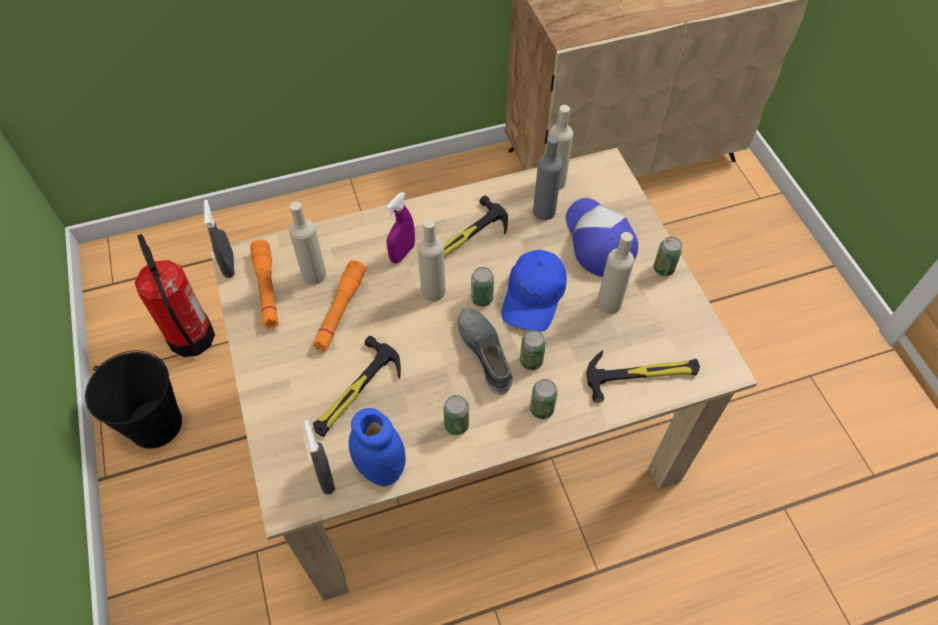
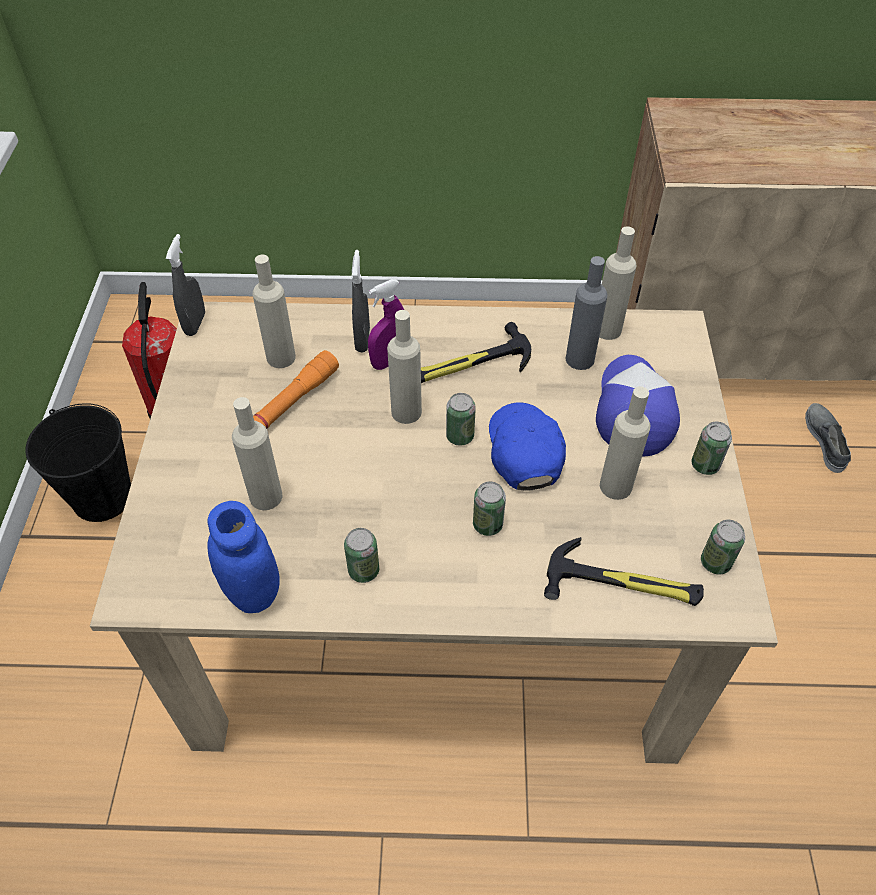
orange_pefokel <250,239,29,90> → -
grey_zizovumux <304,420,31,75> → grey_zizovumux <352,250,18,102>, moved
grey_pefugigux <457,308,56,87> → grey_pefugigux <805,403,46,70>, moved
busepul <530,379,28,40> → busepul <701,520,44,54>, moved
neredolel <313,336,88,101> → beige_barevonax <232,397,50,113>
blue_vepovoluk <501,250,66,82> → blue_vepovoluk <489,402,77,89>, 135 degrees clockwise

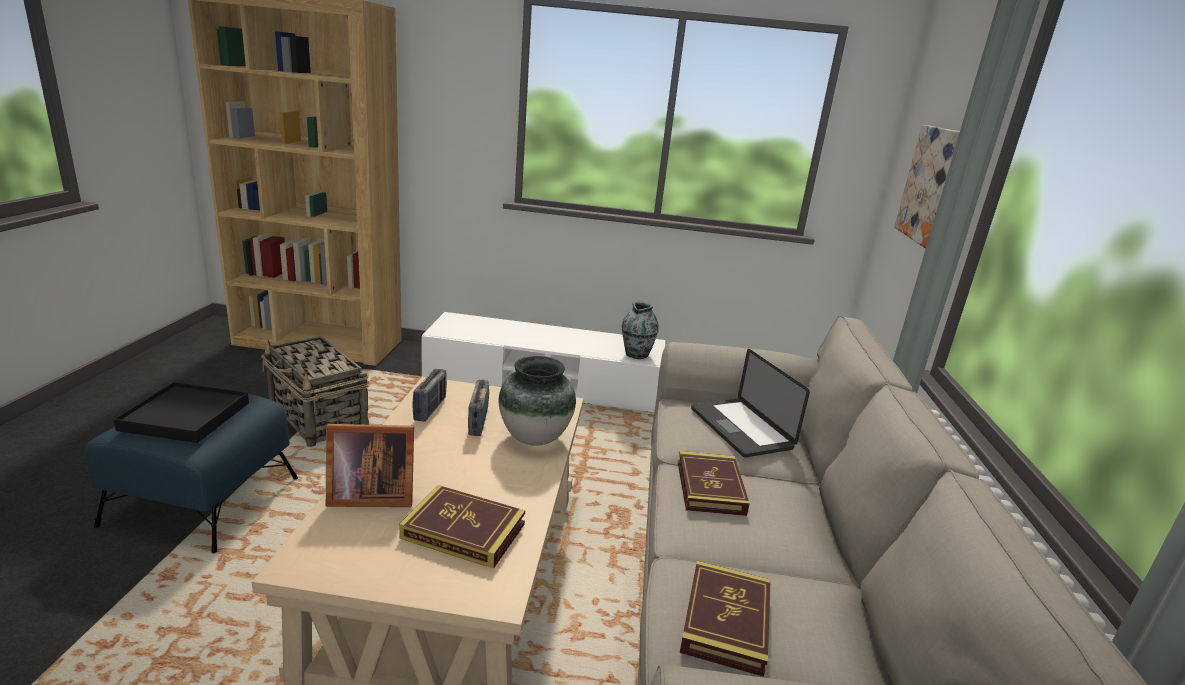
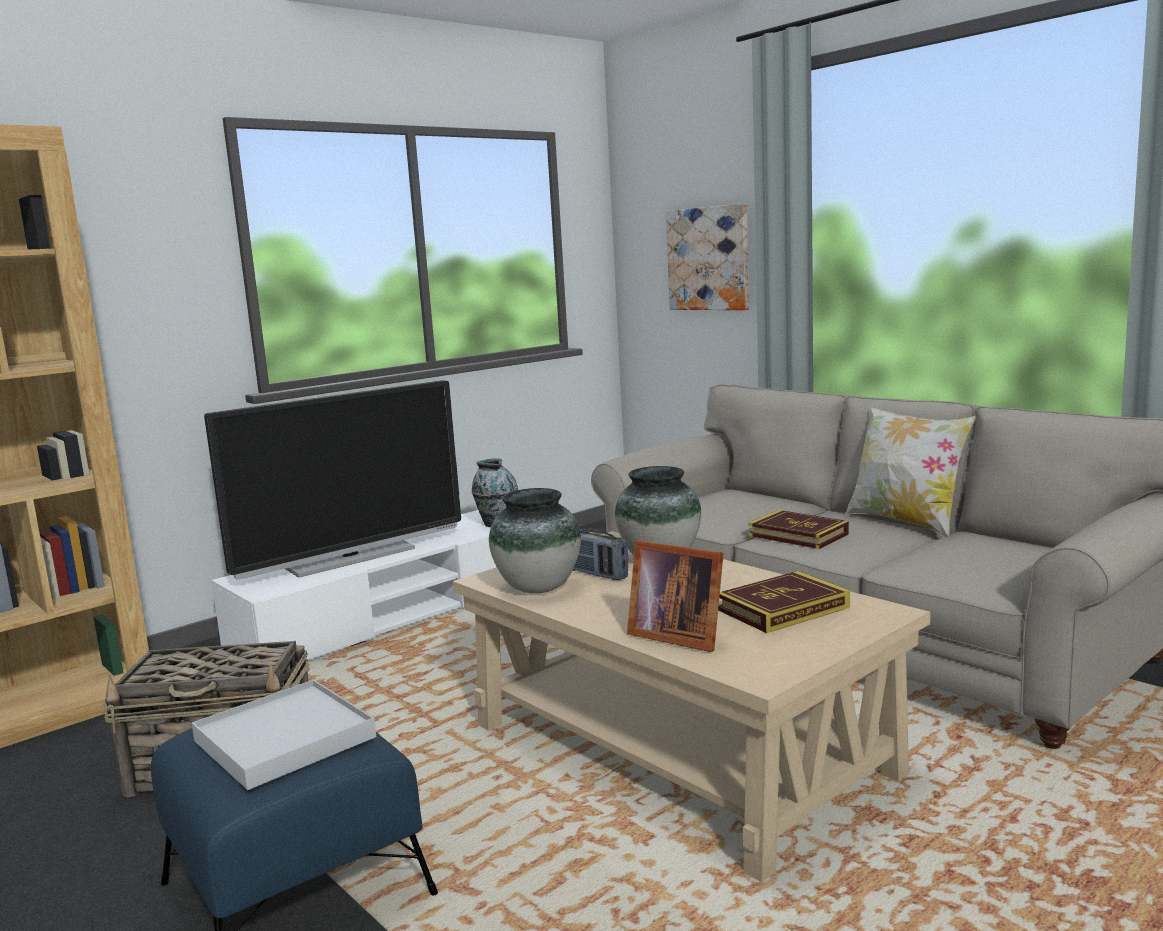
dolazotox <679,561,92,116> → -
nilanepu <691,349,119,108> → -
- → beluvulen <204,380,257,200>
- → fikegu <845,407,131,131>
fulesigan <412,369,35,53> → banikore <489,488,92,106>
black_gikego <113,382,136,61> → white_gikego <192,680,184,110>
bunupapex <326,424,88,83> → bunupapex <627,540,97,112>, 90 degrees clockwise

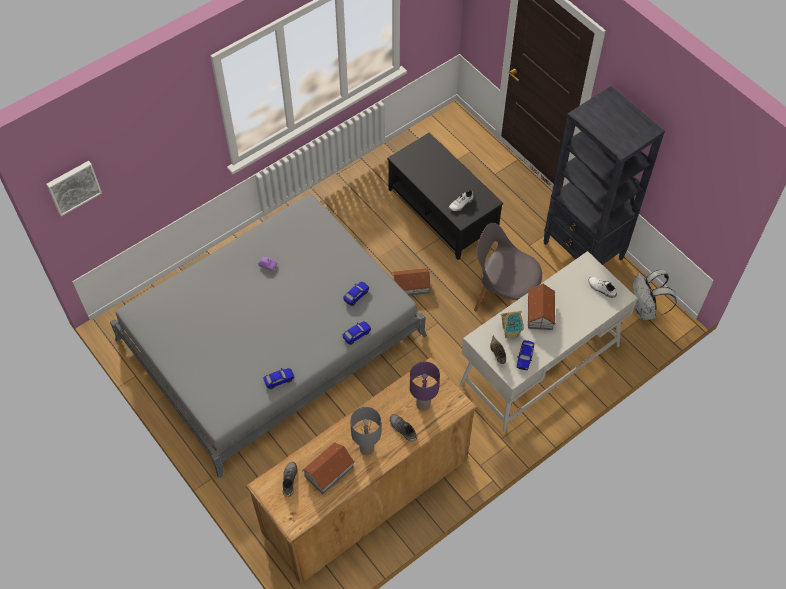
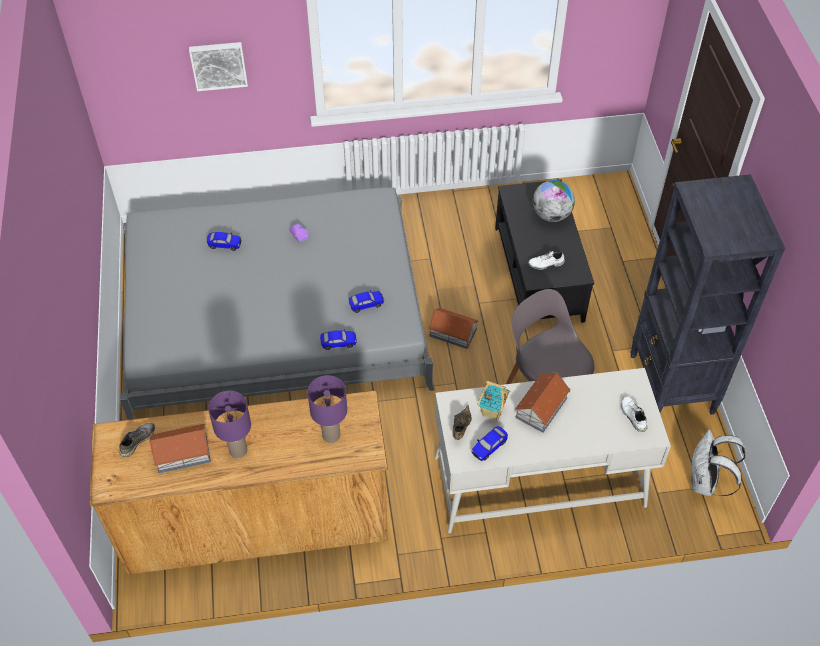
grey_pefugigux <390,414,27,28> → -
- → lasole <533,180,42,42>
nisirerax <46,161,56,55> → nisirerax <189,42,59,49>, moved
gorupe <263,368,31,21> → gorupe <207,232,34,19>, moved
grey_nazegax <350,407,31,49> → purple_nazegax <208,391,43,67>

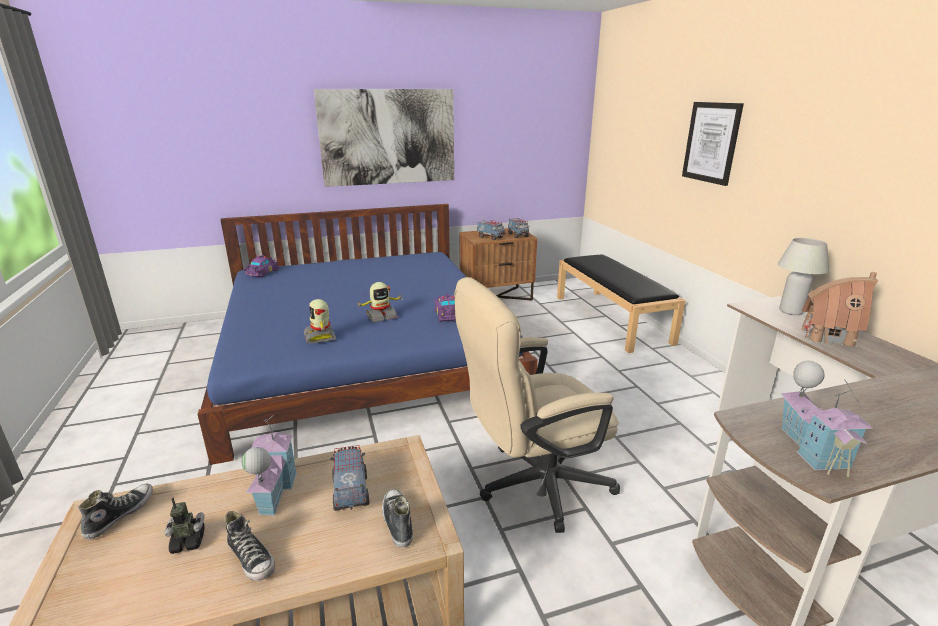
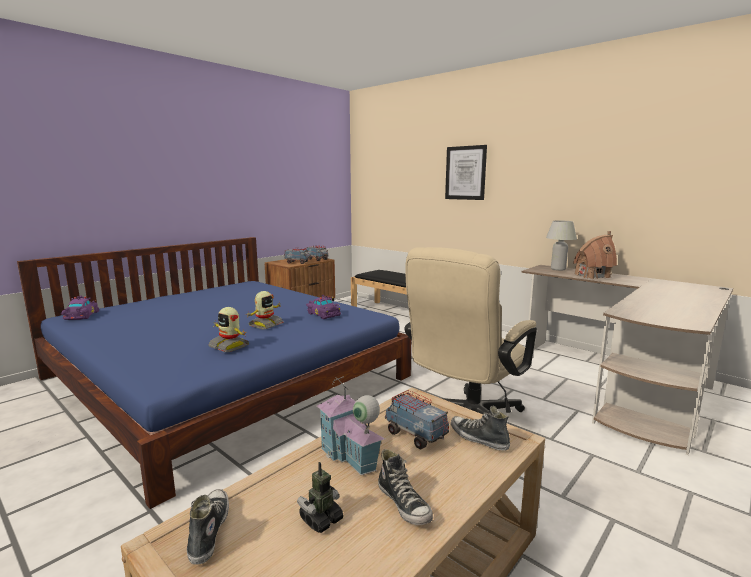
nisirerax <314,89,140,98> → -
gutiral <780,361,94,116> → -
pefugigux <225,511,50,70> → pefugigux <378,449,55,76>, 45 degrees clockwise

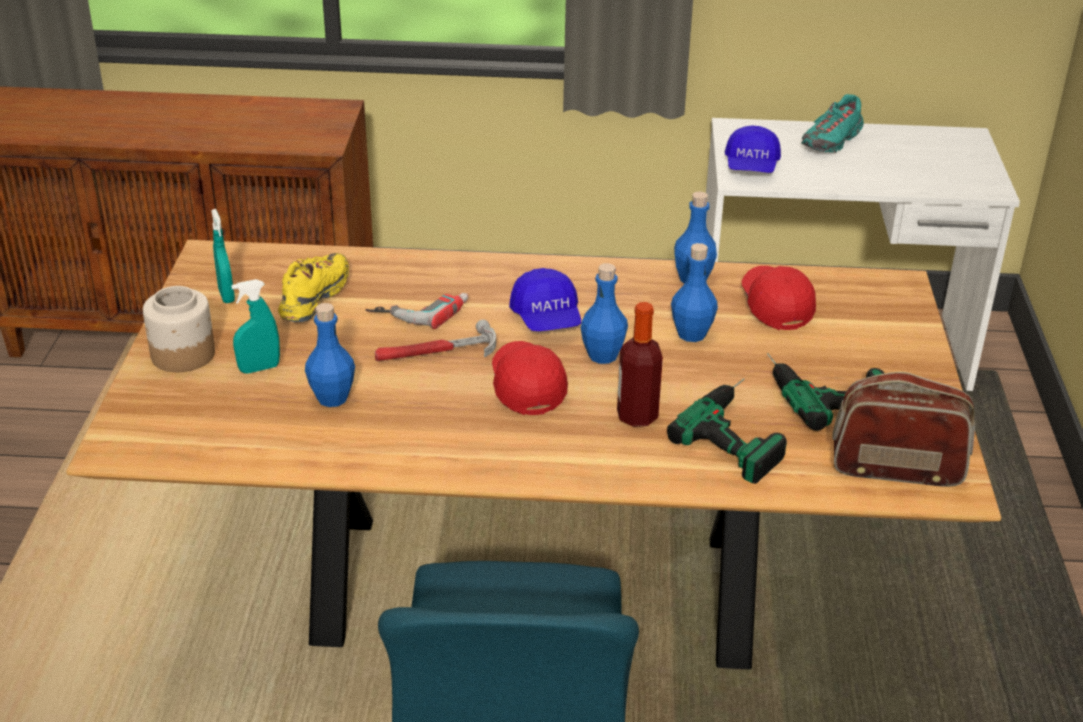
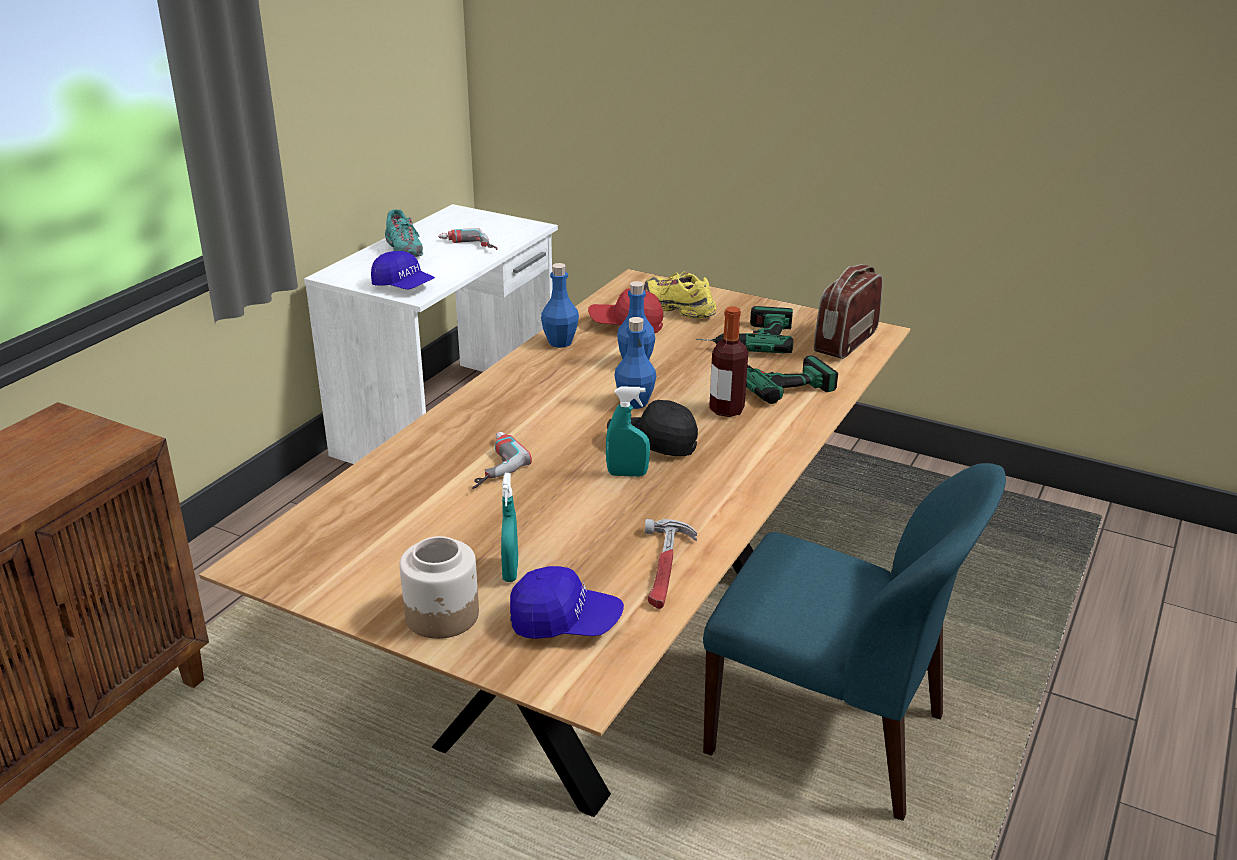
blue_barevonax <305,303,50,104> → -
- → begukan <438,228,60,22>
turquoise_zizovumux <211,209,24,94> → turquoise_zizovumux <606,387,44,90>, moved
yellow_pefugigux <278,253,71,69> → yellow_pefugigux <644,271,72,47>, moved
neredolel <375,320,121,41> → neredolel <645,519,52,90>, moved
blue_vepovoluk <509,268,72,63> → blue_vepovoluk <510,566,114,73>, moved
red_vepovoluk <492,341,76,74> → black_vepovoluk <607,400,91,56>

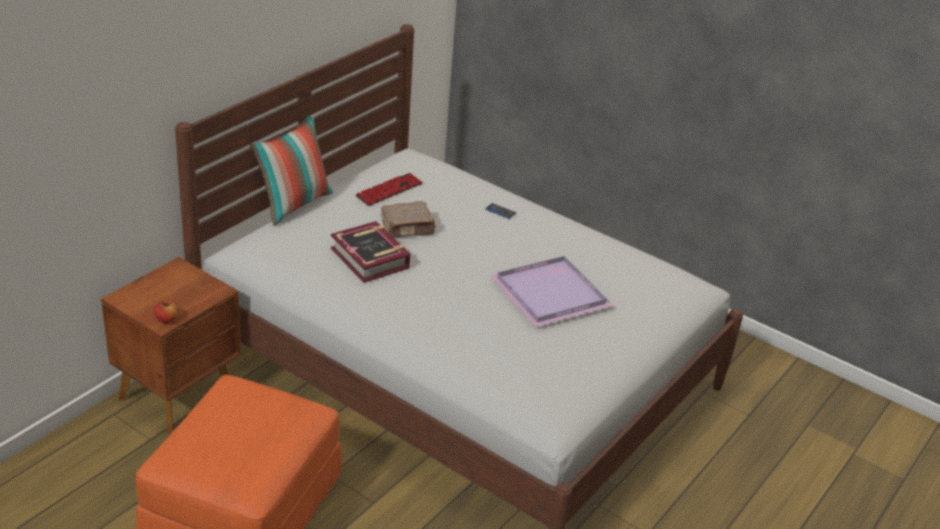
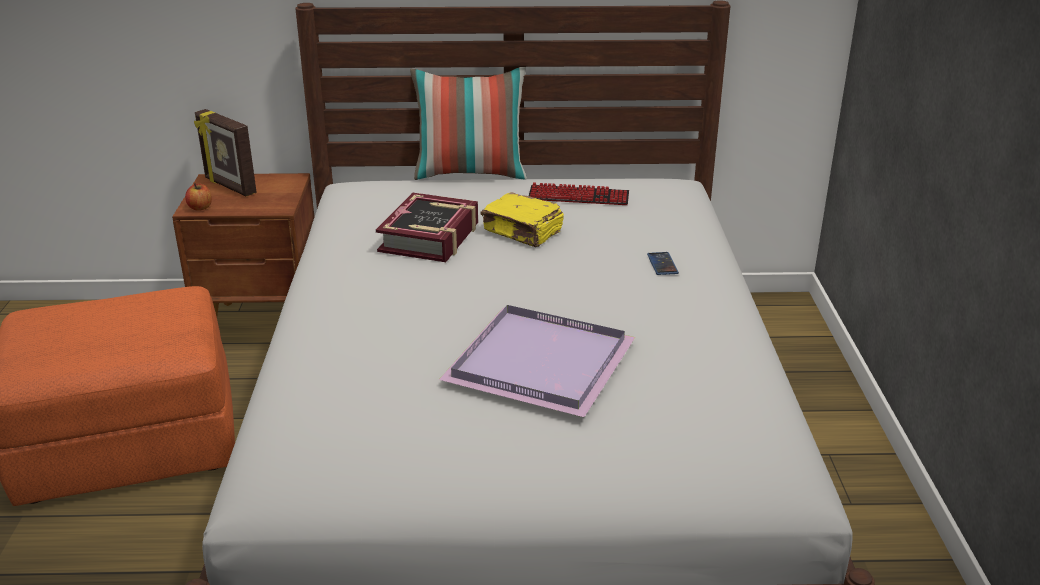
- → bunupapex <194,109,63,87>
brown_dolazotox <381,201,55,36> → yellow_dolazotox <481,192,83,55>

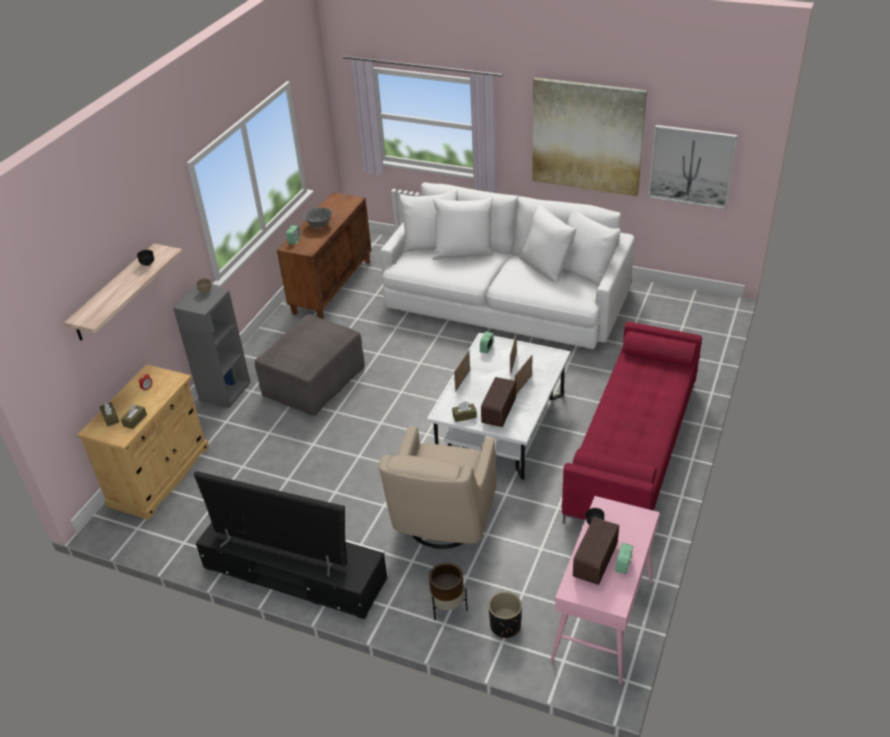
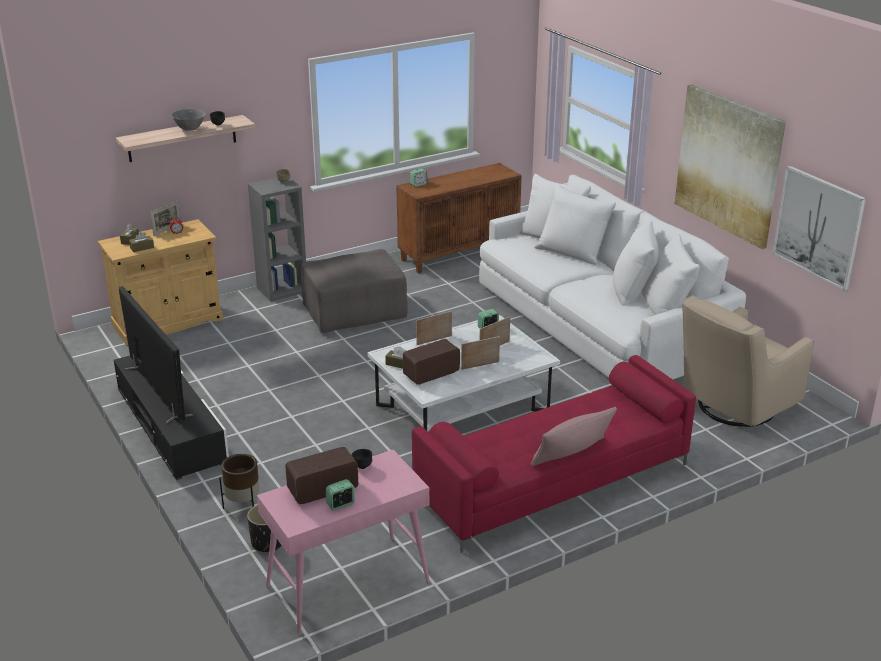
- → bunupapex <150,201,31,35>
- → pink_fikegu <531,407,86,60>
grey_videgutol <303,207,30,21> → grey_videgutol <171,109,35,22>, moved
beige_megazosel <379,426,117,123> → beige_megazosel <682,295,132,132>, moved

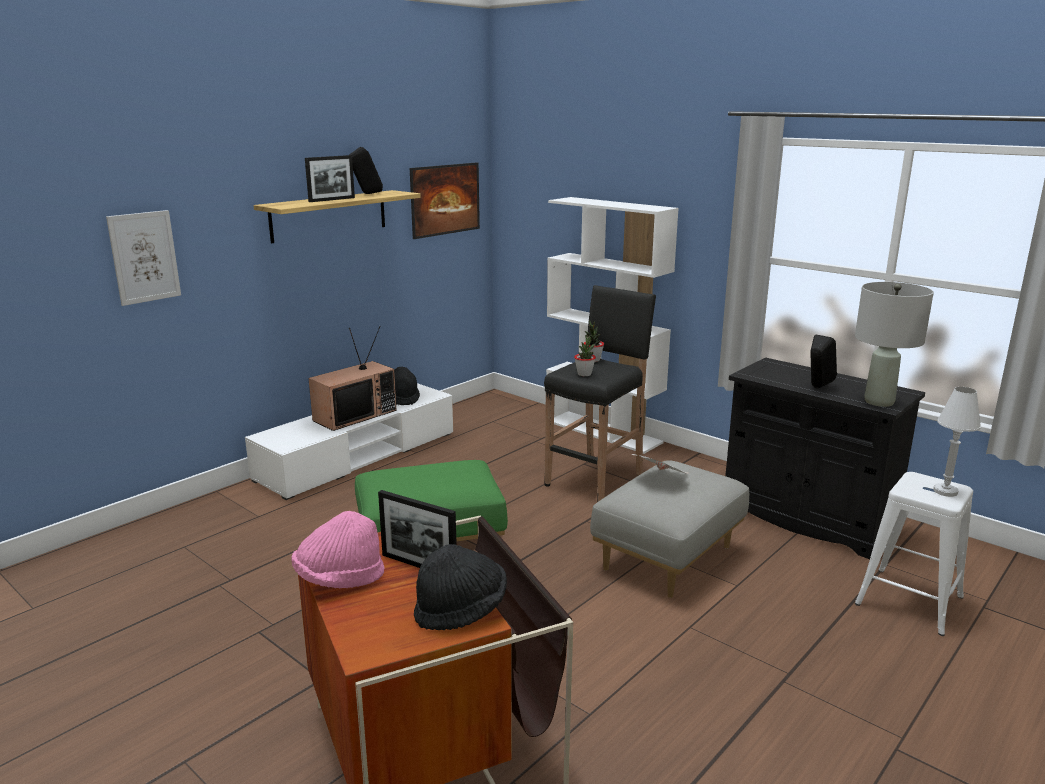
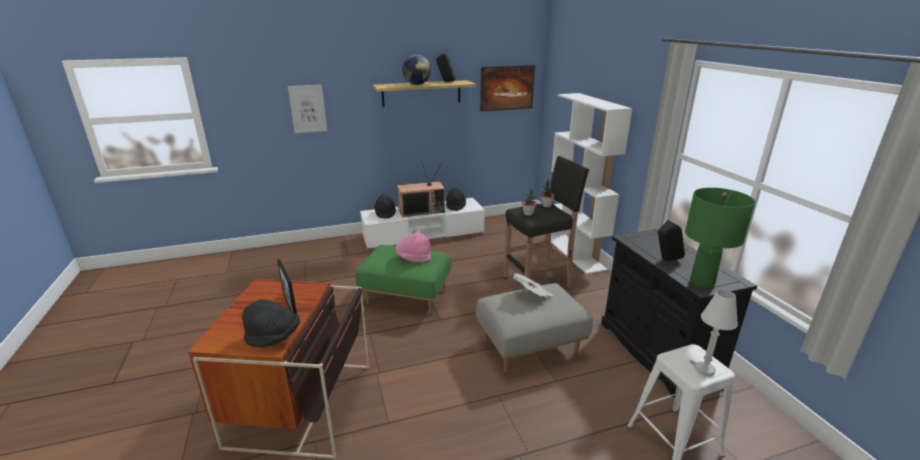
- → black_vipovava <374,194,22,24>
pink_vipovava <291,511,94,77> → pink_vipovava <396,233,36,29>, moved
bunupapex <305,155,50,47> → lasole <402,55,29,30>
grey_nazegax <855,282,79,125> → green_nazegax <685,188,70,101>

